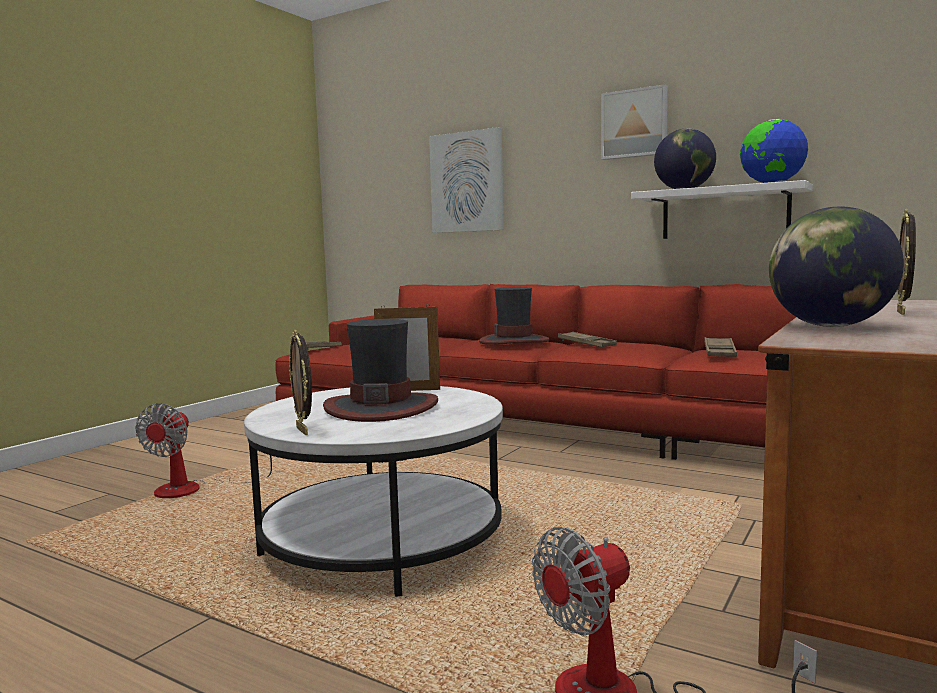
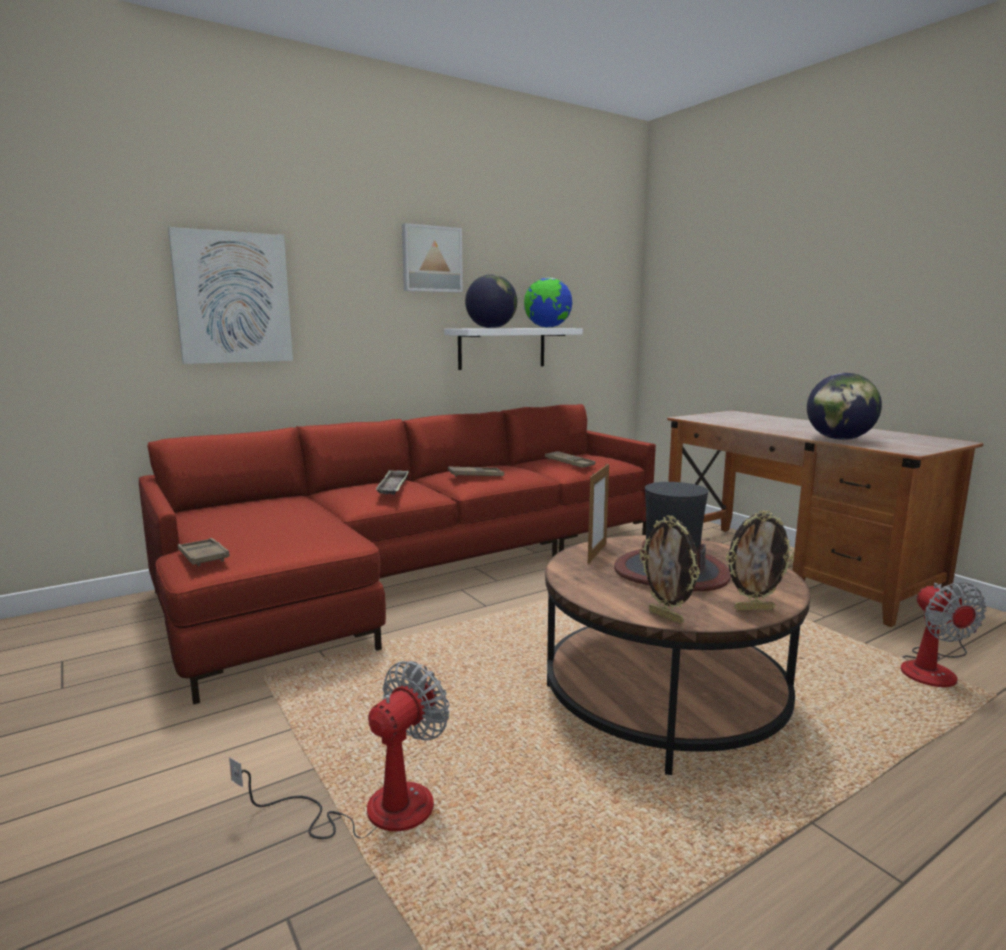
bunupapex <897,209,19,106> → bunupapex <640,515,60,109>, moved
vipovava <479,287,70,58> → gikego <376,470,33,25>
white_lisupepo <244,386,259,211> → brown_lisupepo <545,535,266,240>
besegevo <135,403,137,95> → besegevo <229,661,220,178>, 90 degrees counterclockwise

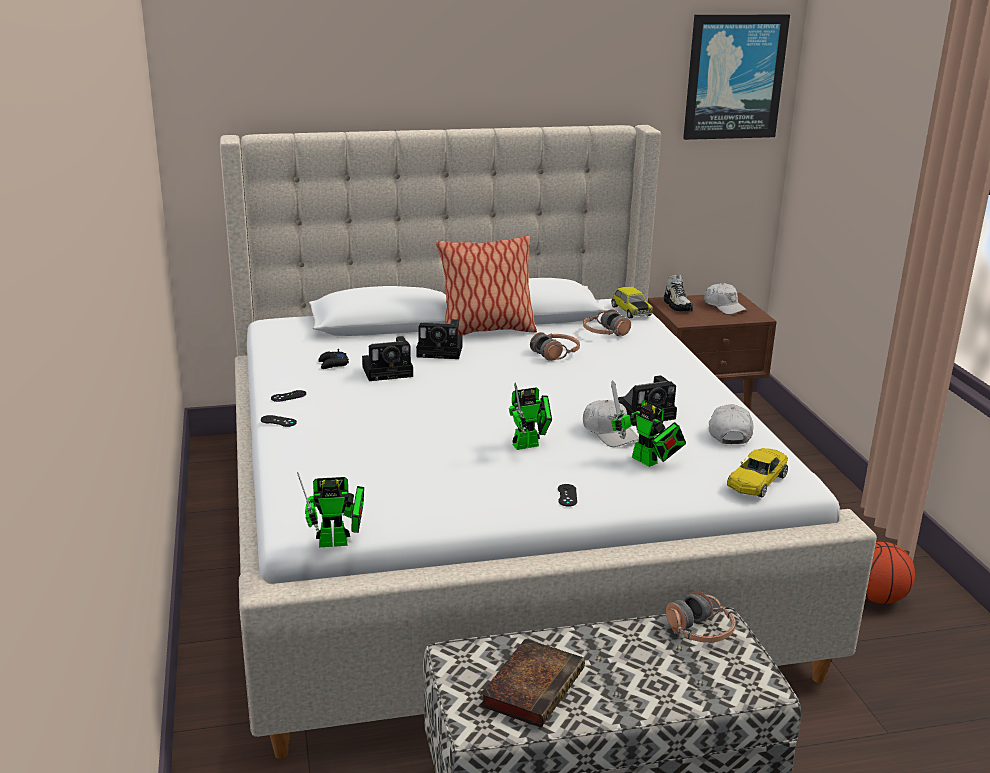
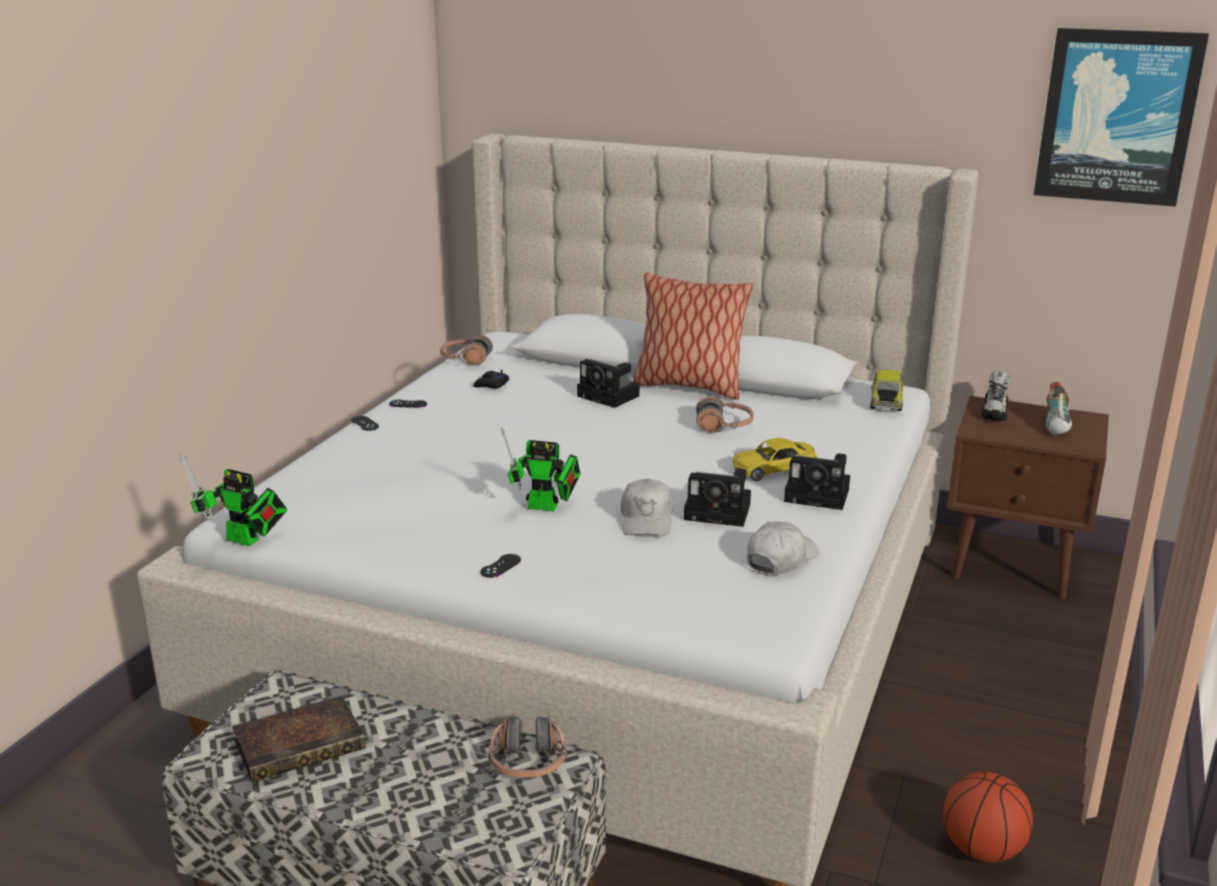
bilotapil <611,380,75,87> → -
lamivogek <362,336,51,45> → lamivogek <784,453,66,57>, moved
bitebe <583,310,48,27> → bitebe <440,335,53,30>, moved
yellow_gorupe <727,448,61,49> → yellow_gorupe <733,438,84,43>, moved
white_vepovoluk <704,283,43,32> → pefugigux <1046,382,26,54>

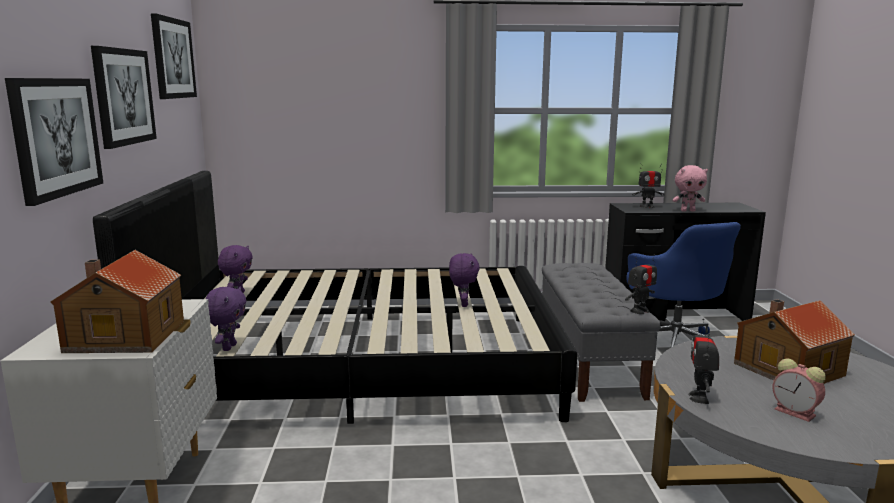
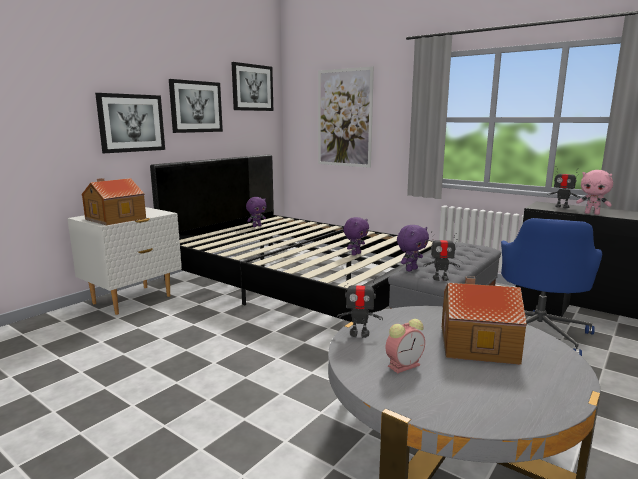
- → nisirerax <318,66,56,102>
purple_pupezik <206,286,40,65> → purple_pupezik <397,225,32,47>, moved
bilotapil <688,319,31,85> → bilotapil <337,275,46,63>, 135 degrees counterclockwise
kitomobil <773,358,53,64> → kitomobil <386,319,39,54>, 120 degrees counterclockwise

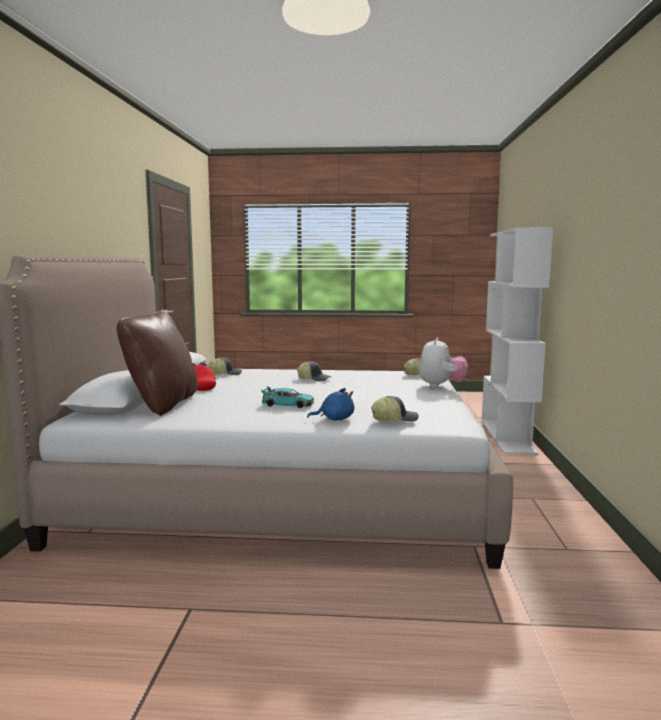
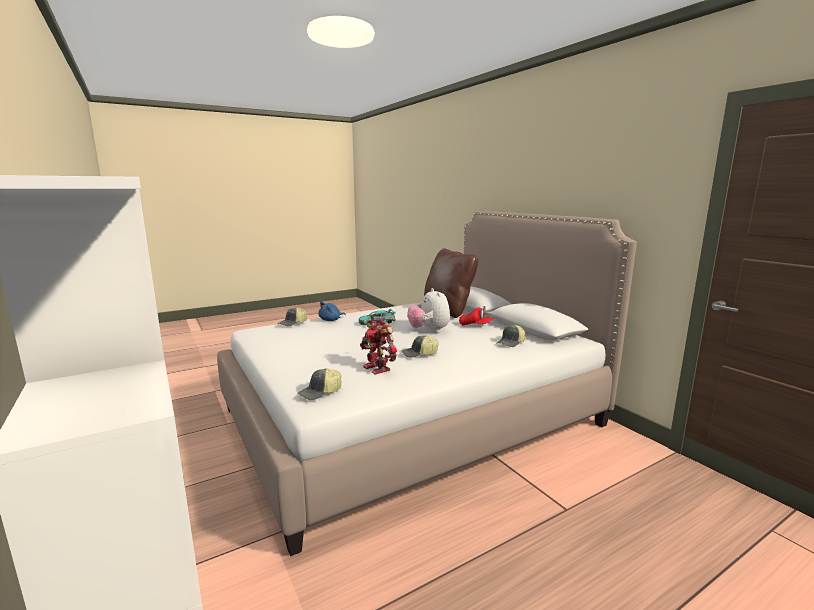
- → bilotapil <360,316,37,58>
pupezik <419,337,49,51> → pupezik <407,288,43,45>, moved

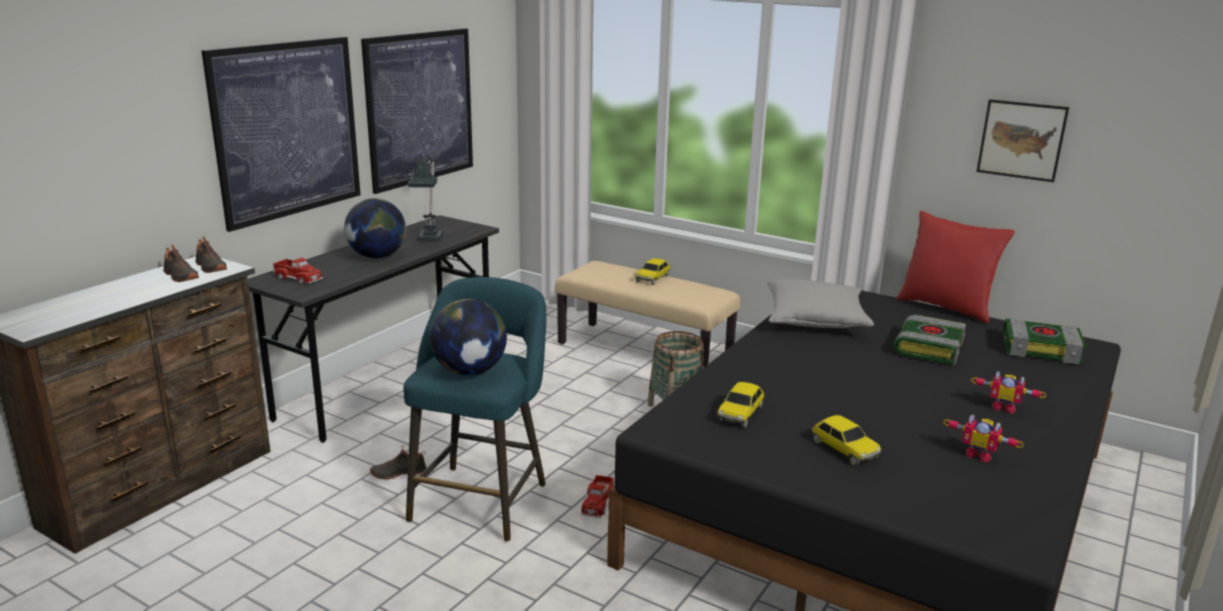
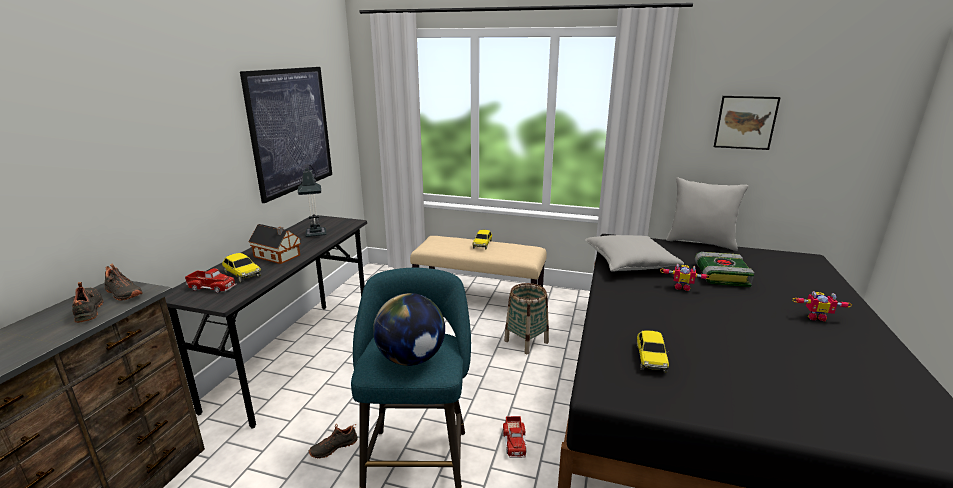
nisirerax <201,37,160,195> → -
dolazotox <1003,318,84,46> → -
gorupe <812,415,69,51> → gorupe <222,253,39,29>, moved
bilotapil <943,415,81,47> → bilotapil <660,264,51,27>, moved
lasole <344,198,62,60> → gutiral <248,224,53,40>
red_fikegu <897,211,118,112> → grey_fikegu <666,177,83,74>
black_pefugigux <163,245,36,37> → black_pefugigux <72,282,32,41>, 150 degrees counterclockwise

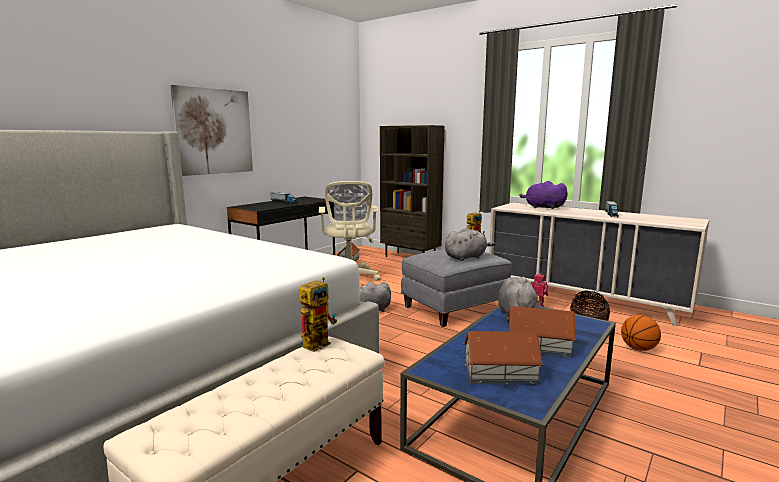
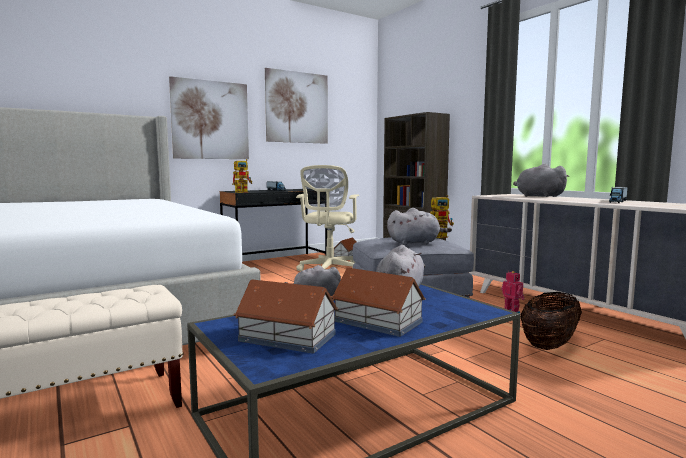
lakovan <621,315,40,36> → -
- → nisirerax <265,68,63,76>
bilotapil <299,277,38,75> → bilotapil <232,159,20,34>, moved
purple_pupezik <519,181,49,28> → grey_pupezik <513,164,56,33>

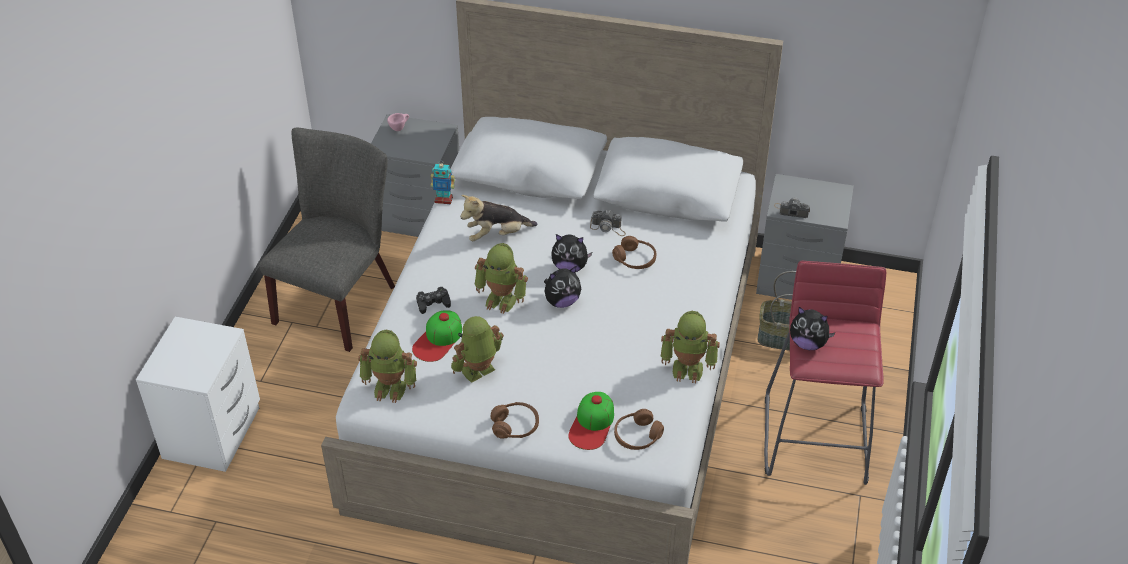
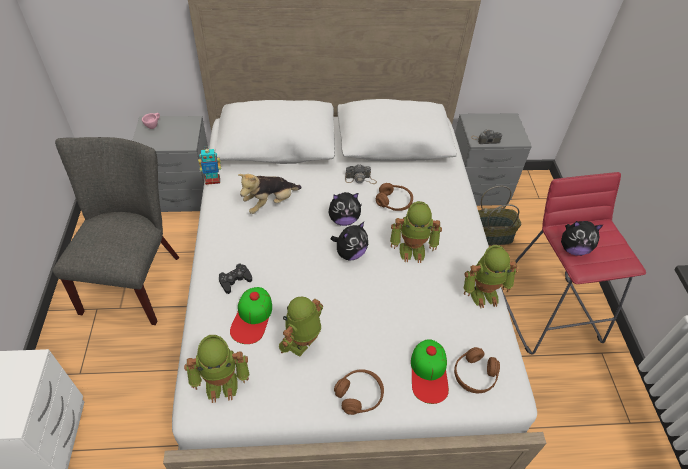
bilotapil <475,243,53,71> → bilotapil <390,201,52,62>, moved

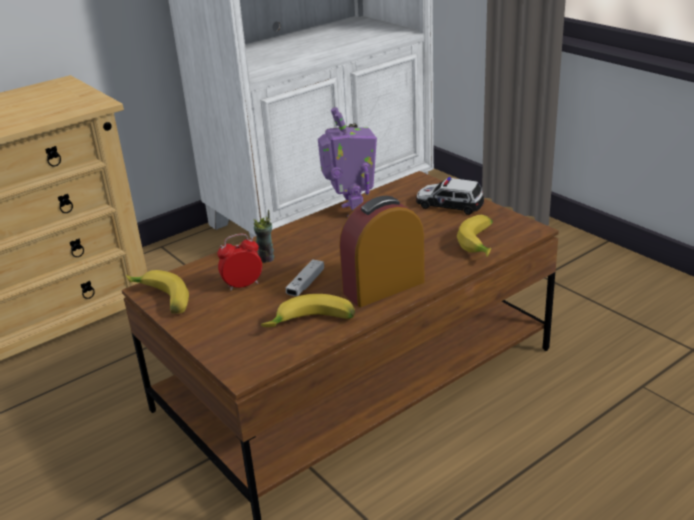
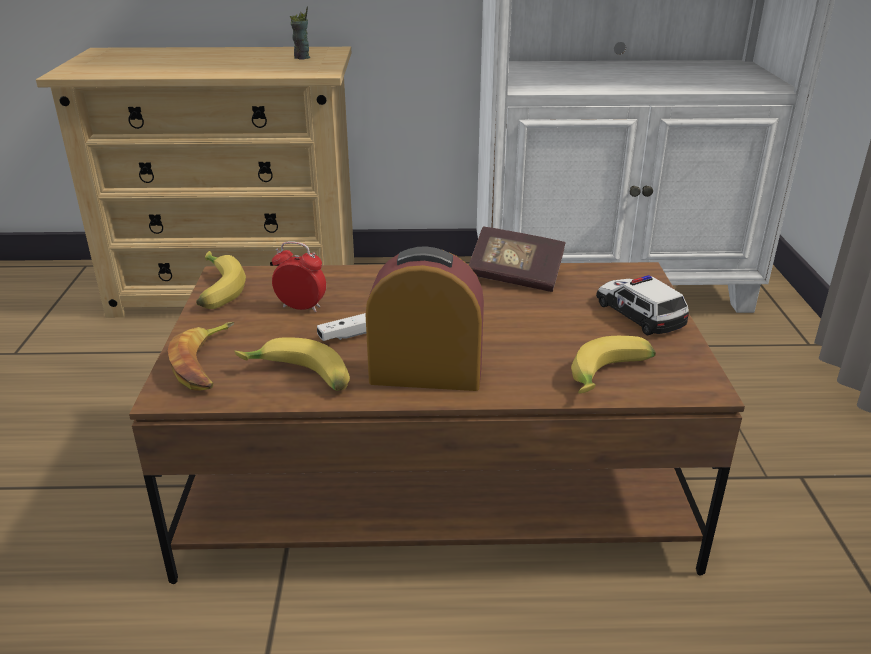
- → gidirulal <168,322,67,69>
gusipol <254,210,20,53> → gusipol <290,6,20,54>, moved
bilotapil <318,107,59,110> → dolazotox <469,227,97,65>

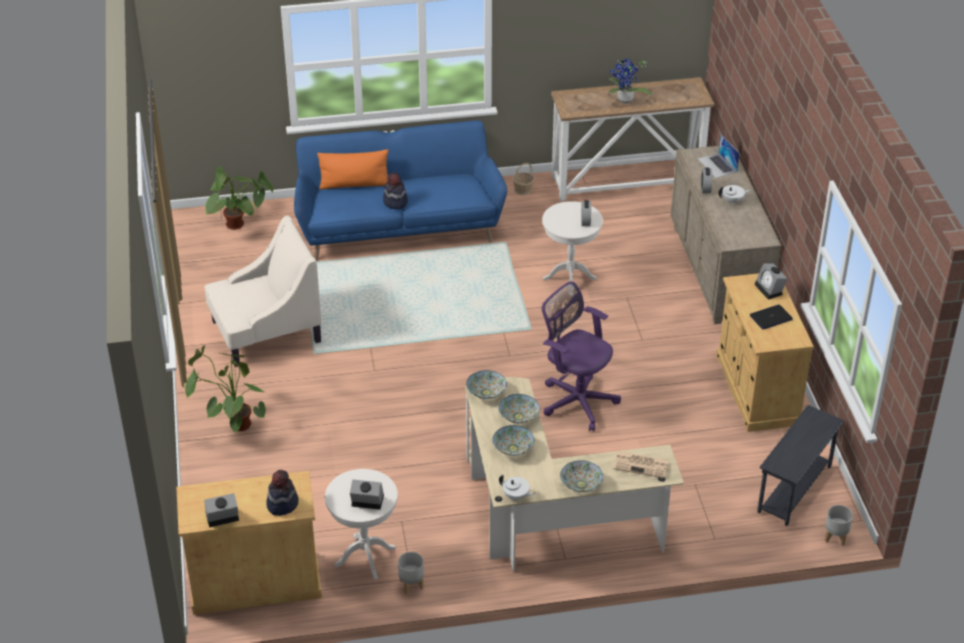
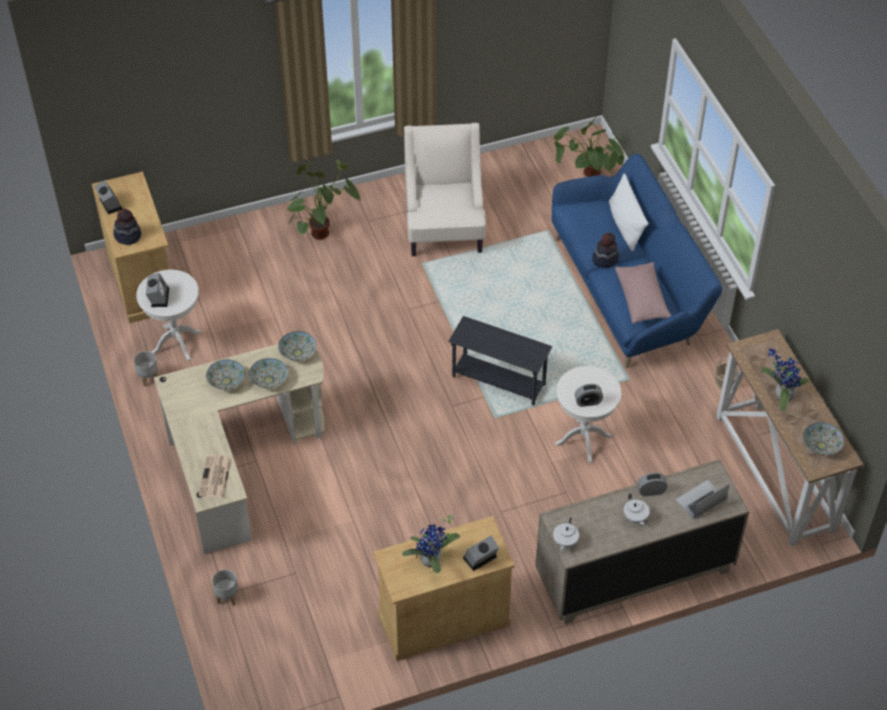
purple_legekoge <541,281,80,150> → -
- → pink_fikegu <615,262,57,62>
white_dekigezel <499,475,36,26> → white_dekigezel <553,517,26,34>, moved
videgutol <560,460,43,32> → videgutol <803,422,41,33>, moved
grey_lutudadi <757,405,88,121> → grey_lutudadi <448,316,104,90>, moved
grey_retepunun <825,505,28,41> → grey_retepunun <212,570,26,36>, moved
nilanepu <750,305,43,25> → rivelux <402,514,58,59>
orange_fikegu <317,149,72,40> → white_fikegu <609,173,39,78>
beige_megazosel <204,216,118,151> → beige_megazosel <404,123,82,133>, 150 degrees counterclockwise

